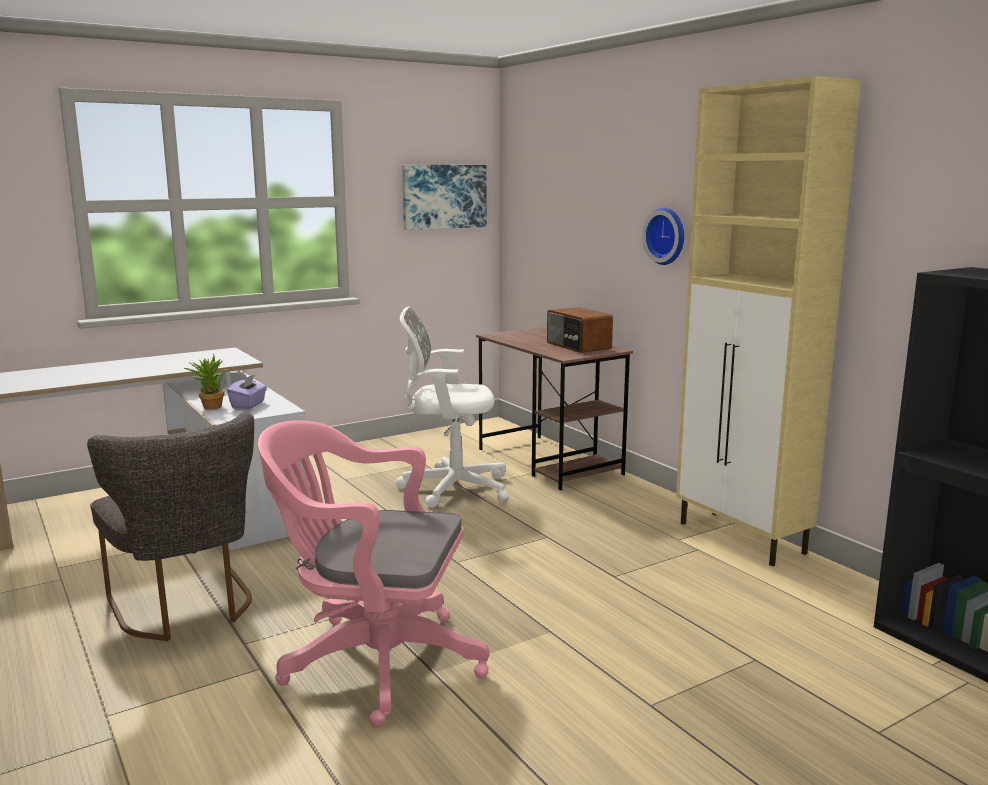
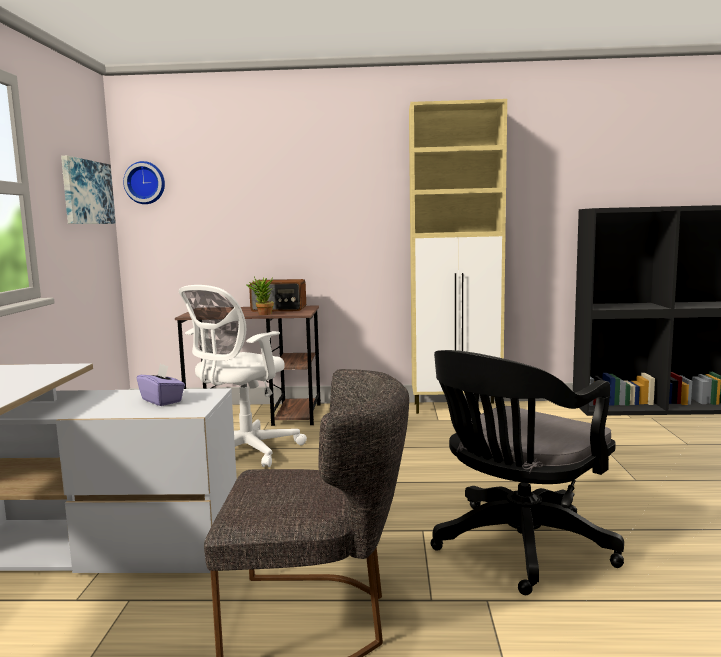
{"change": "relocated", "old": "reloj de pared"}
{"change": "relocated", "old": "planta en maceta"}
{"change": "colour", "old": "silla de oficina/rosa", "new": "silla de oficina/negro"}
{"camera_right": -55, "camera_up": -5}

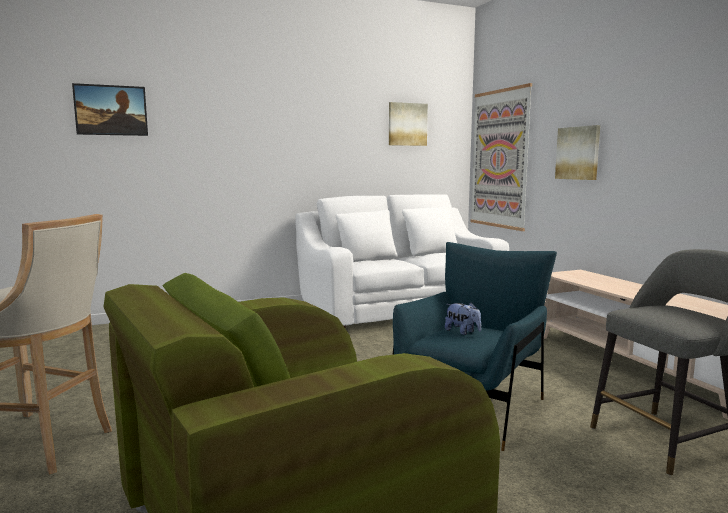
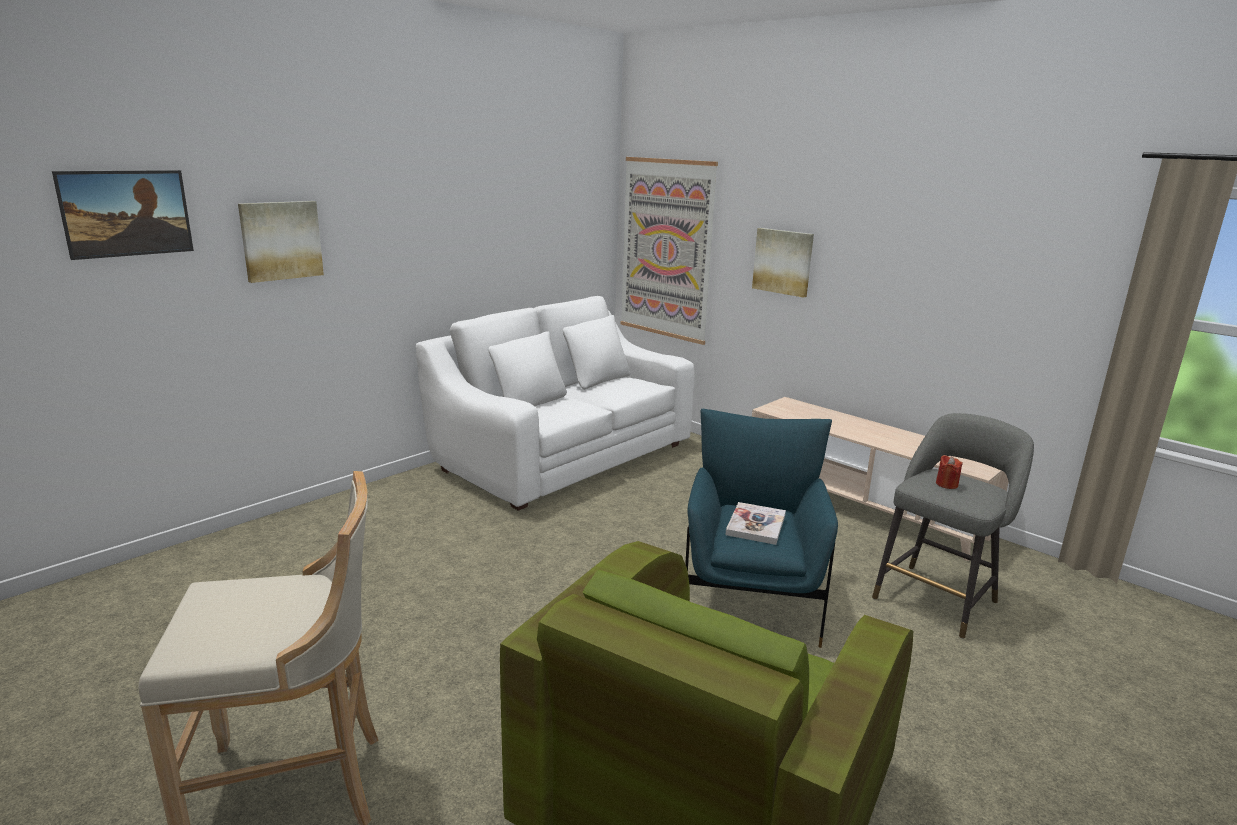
{"change": "relocated", "old": "cuadro (no. 2 from left)"}
{"change": "exchanged", "old": "peluche", "new": "libro"}
{"change": "appeared", "new": "vela/rojo"}
{"camera_right": -25, "camera_up": 10}

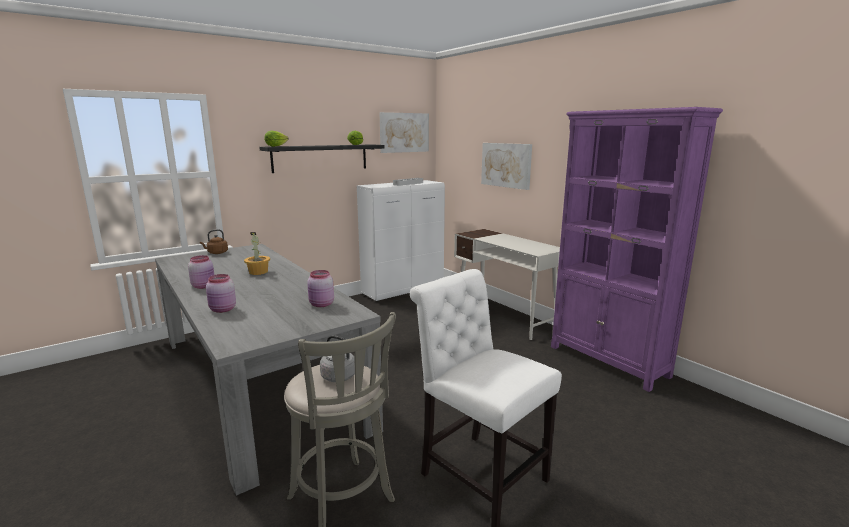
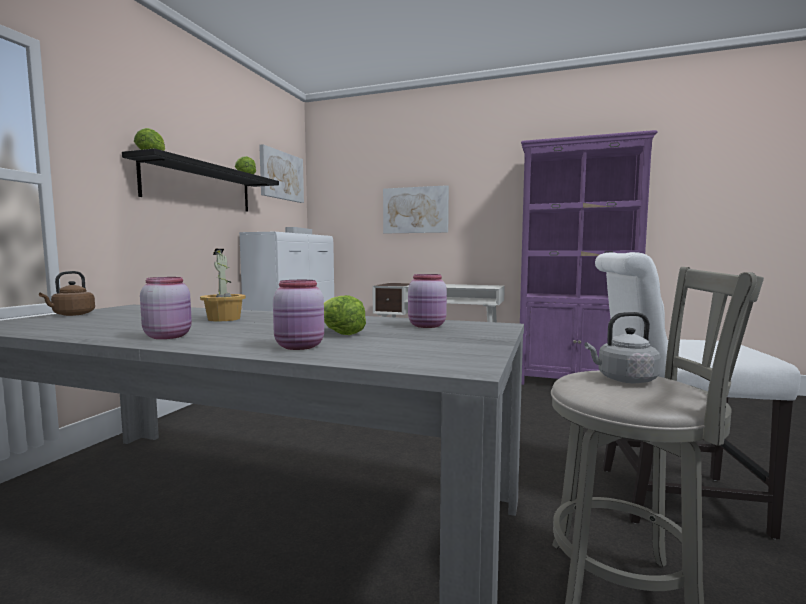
{"change": "appeared", "new": "lechuga (no. 3 from left)"}
{"camera_right": -35, "camera_up": -10}

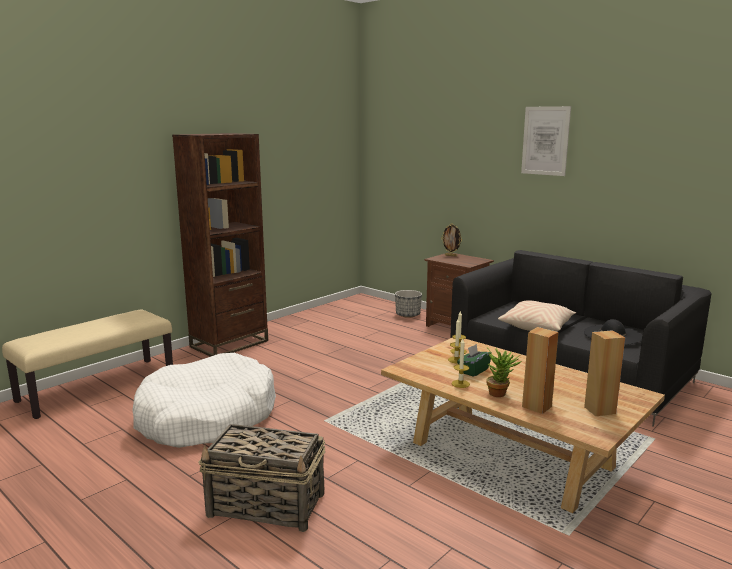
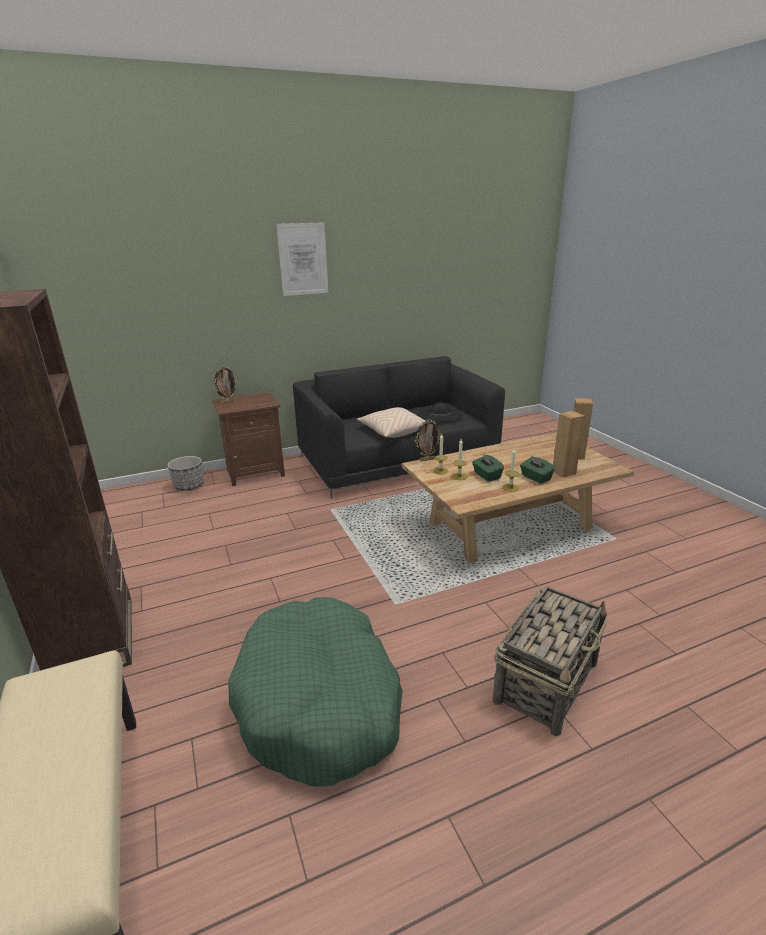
{"change": "colour", "old": "cama para perro/blanco", "new": "cama para perro/verde"}
{"change": "appeared", "new": "portarretratos (no. 2 from left)"}
{"change": "exchanged", "old": "planta en maceta", "new": "caja de pañuelos/verde (no. 2 from left)"}
{"camera_right": -65, "camera_up": 10}

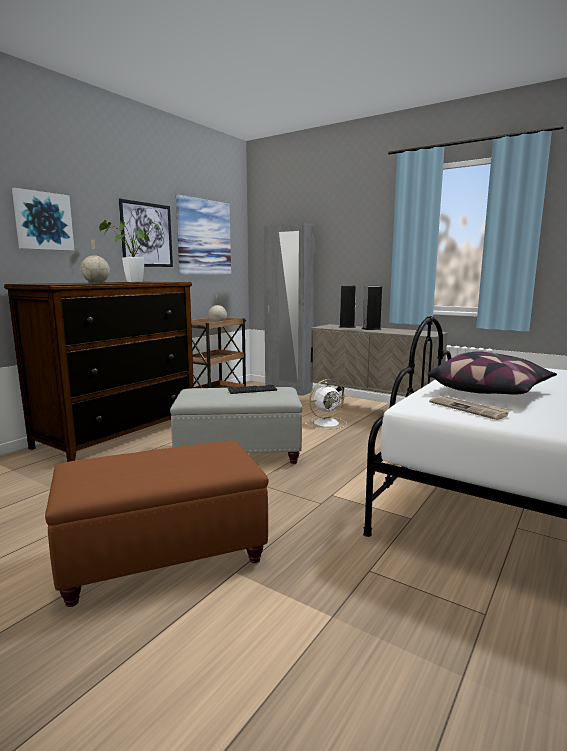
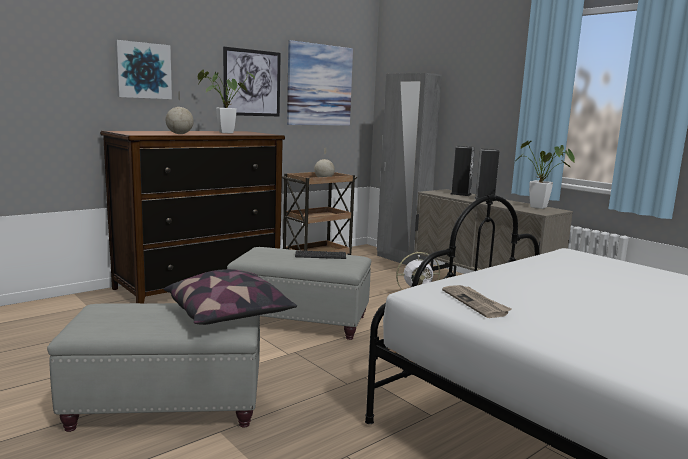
{"change": "colour", "old": "puf/marrón", "new": "puf/gris (no. 1 from left)"}
{"change": "relocated", "old": "cojín"}
{"change": "appeared", "new": "planta en maceta (no. 2 from left)"}
{"camera_right": 15, "camera_up": 0}

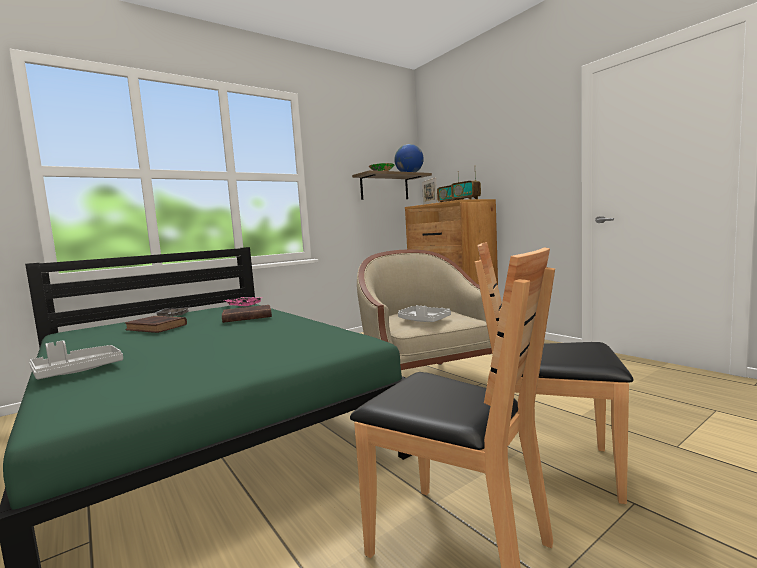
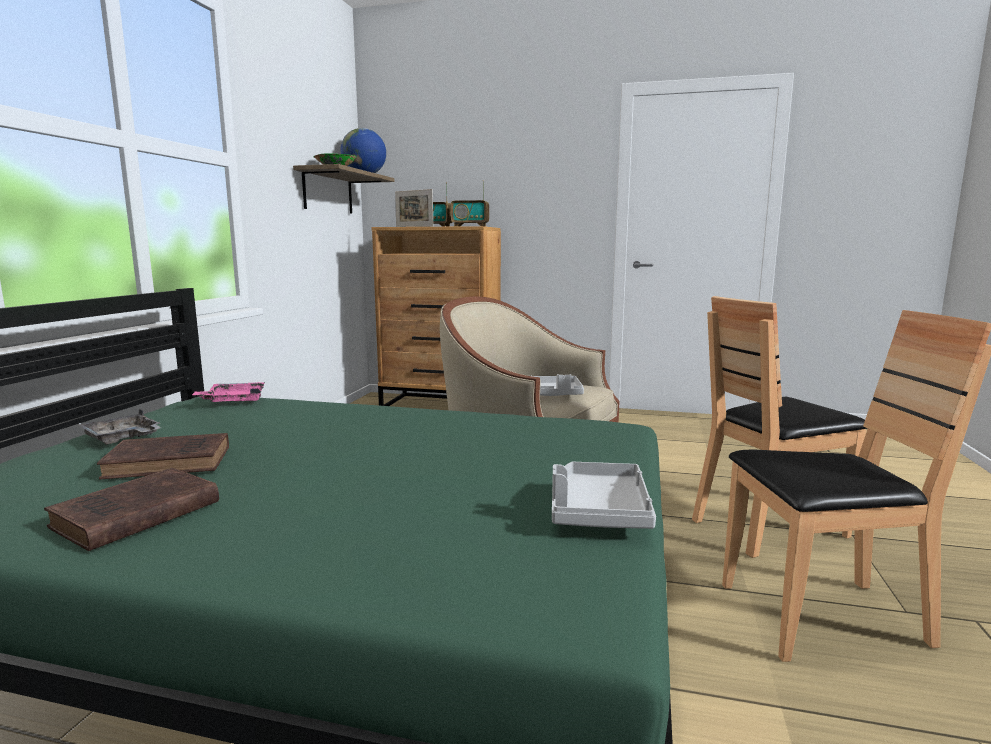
{"change": "relocated", "old": "libro/marrón (no. 2 from left in the first image)", "new": "libro/marrón (no. 1 from left)"}
{"change": "relocated", "old": "bandeja/gris (no. 1 from left in the first image)", "new": "bandeja/gris (no. 3 from left)"}
{"camera_right": -40, "camera_up": 5}

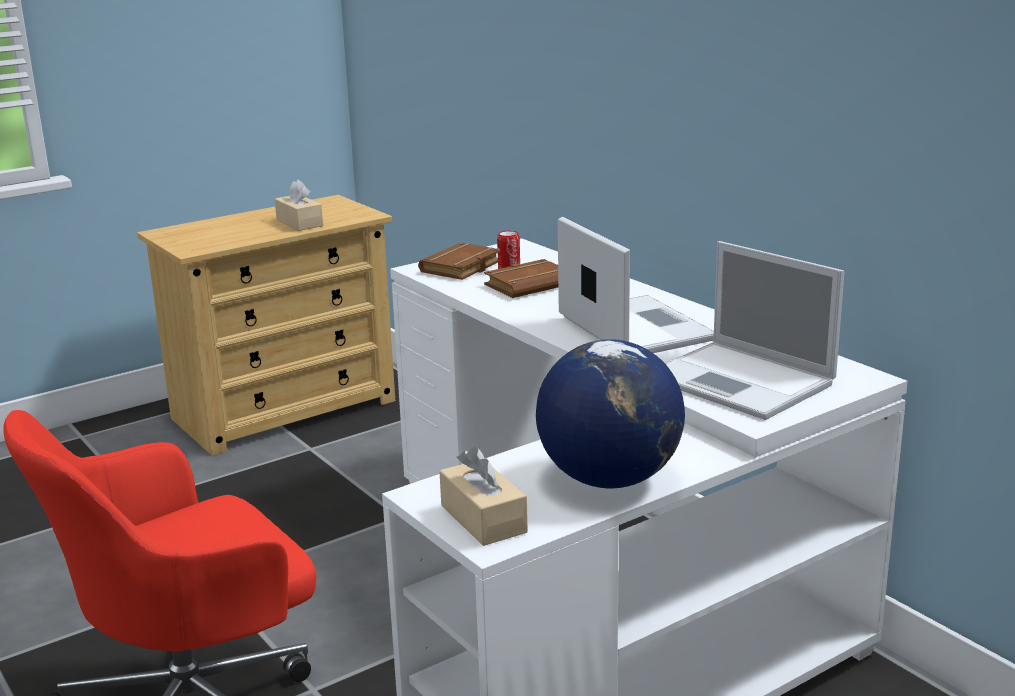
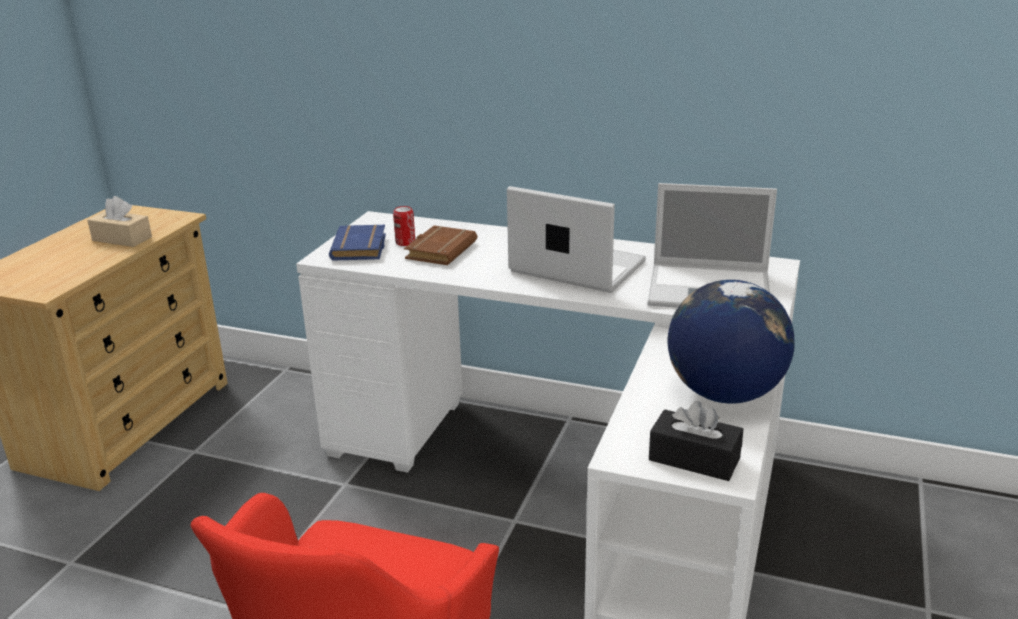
{"change": "colour", "old": "libro/marrón (no. 1 from left)", "new": "libro/azul"}
{"change": "colour", "old": "caja de pañuelos/beis (no. 2 from left)", "new": "caja de pañuelos/negro"}
{"camera_right": -35, "camera_up": 5}

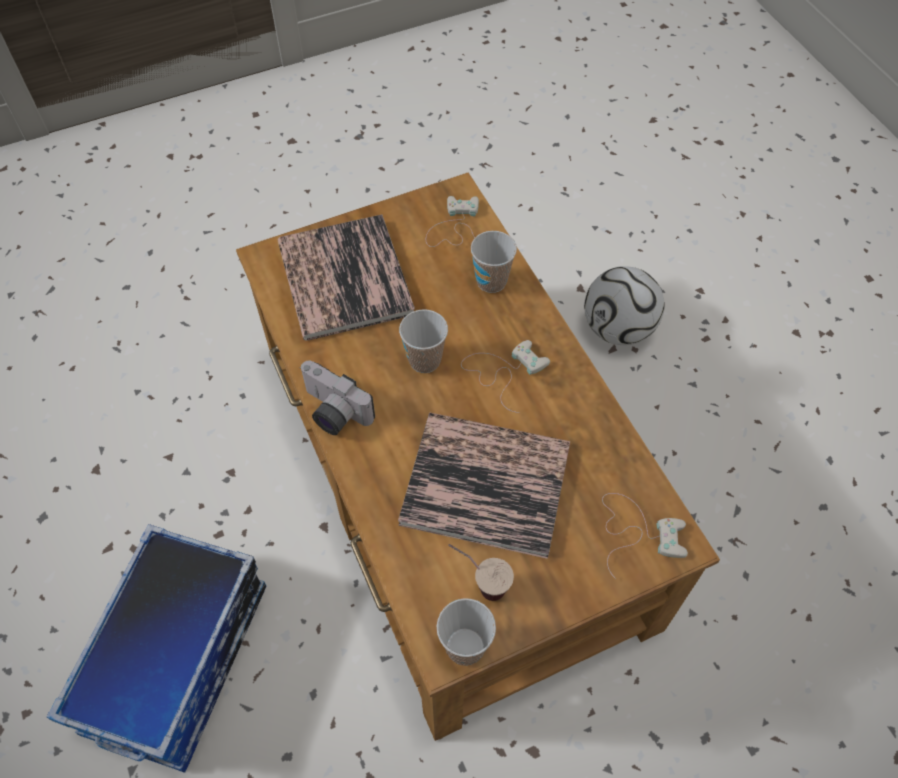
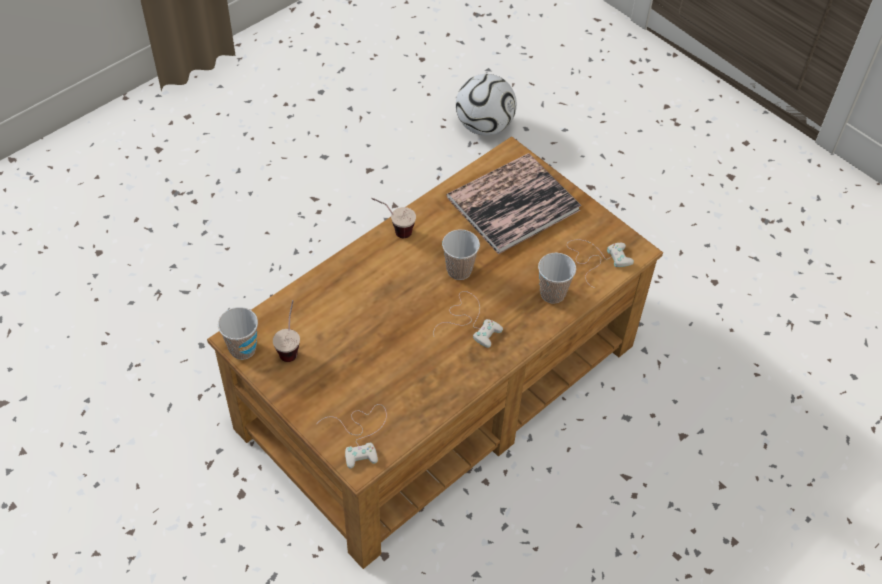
{"change": "exchanged", "old": "cámara", "new": "taza (no. 3 from left)"}
{"change": "relocated", "old": "balón de fútbol"}
{"change": "missing", "old": "caja de almacenaje"}
{"change": "missing", "old": "libro (no. 2 from left)"}
{"camera_right": 70, "camera_up": -5}

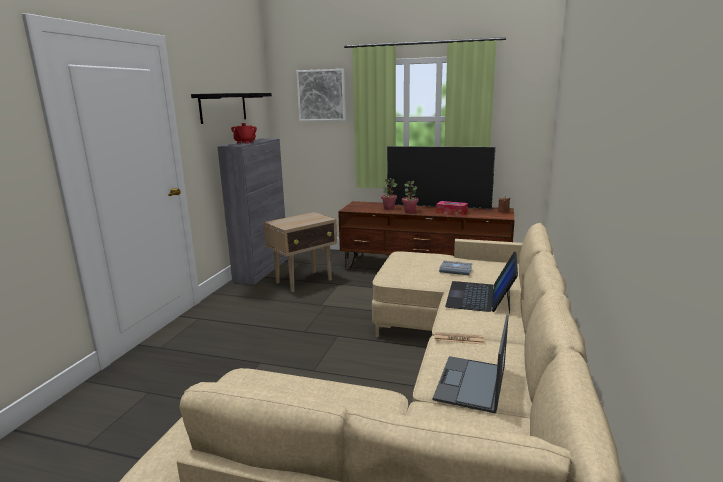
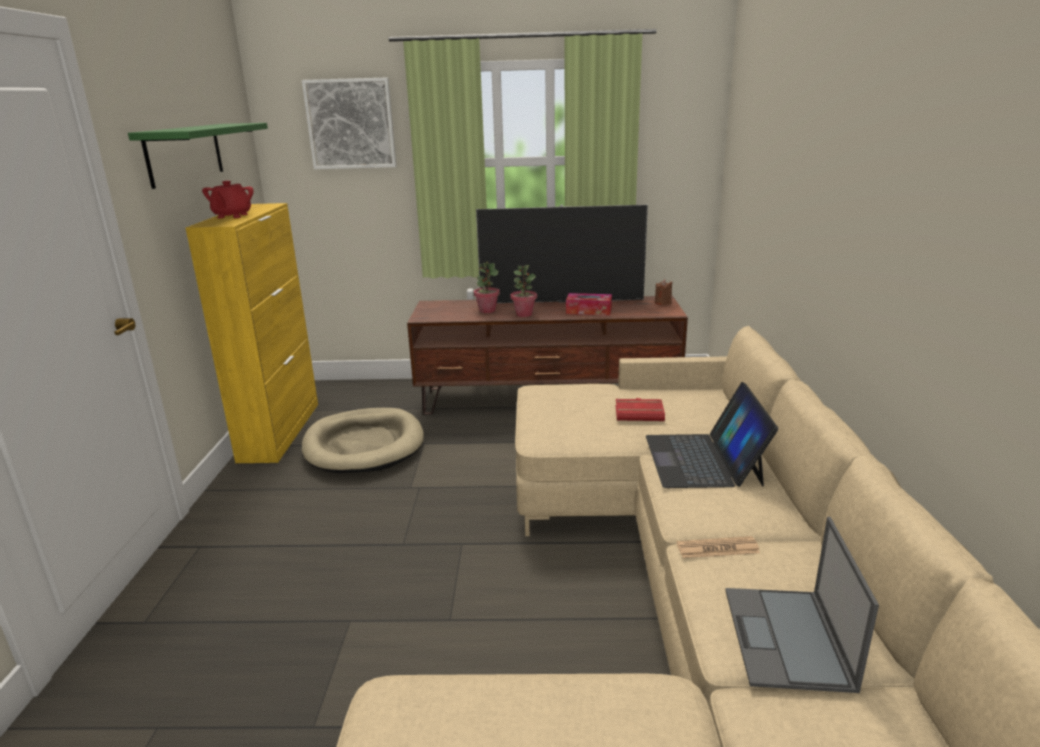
{"change": "colour", "old": "estante/negro", "new": "estante/verde"}
{"change": "colour", "old": "armario/gris", "new": "armario/amarillo"}
{"change": "exchanged", "old": "mesa auxiliar/beis", "new": "cama para perro/beis"}
{"change": "colour", "old": "libro/gris", "new": "libro/rojo"}
{"camera_right": -15, "camera_up": 5}

